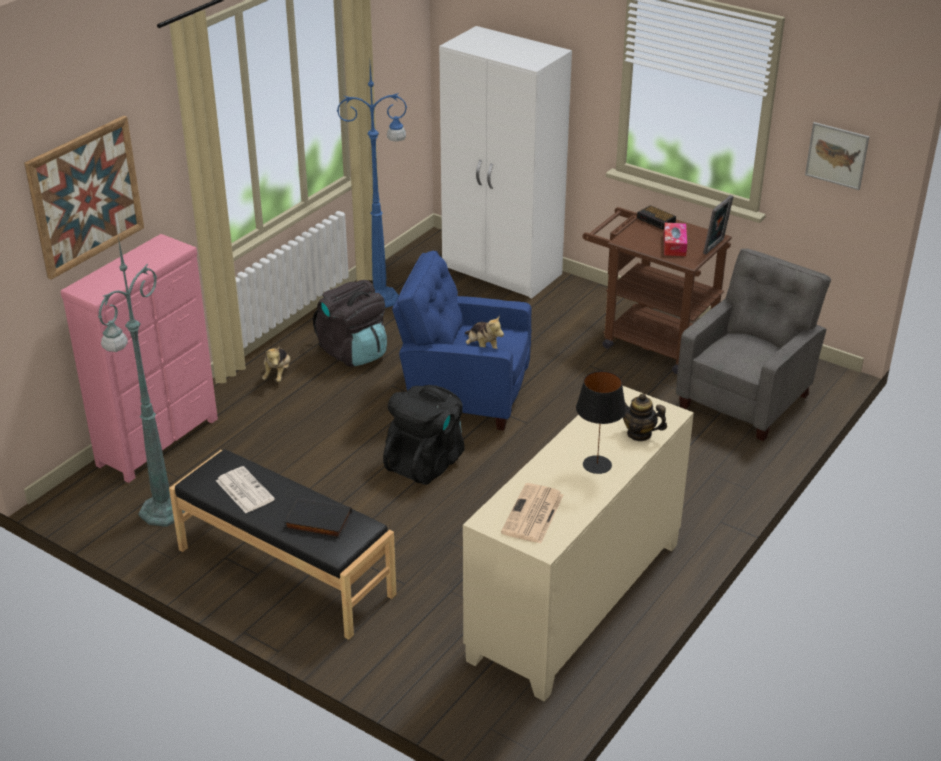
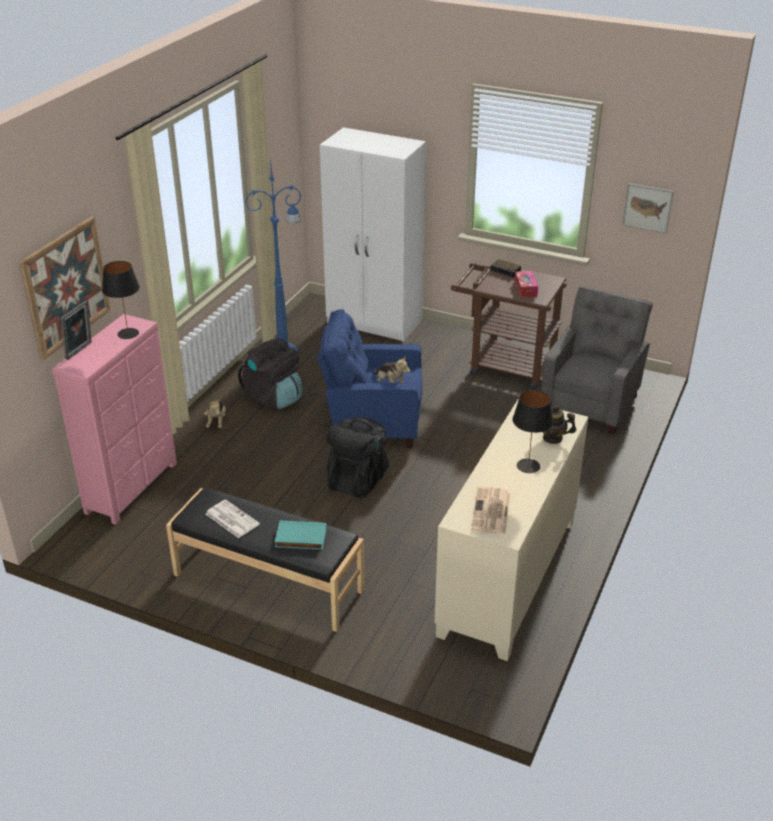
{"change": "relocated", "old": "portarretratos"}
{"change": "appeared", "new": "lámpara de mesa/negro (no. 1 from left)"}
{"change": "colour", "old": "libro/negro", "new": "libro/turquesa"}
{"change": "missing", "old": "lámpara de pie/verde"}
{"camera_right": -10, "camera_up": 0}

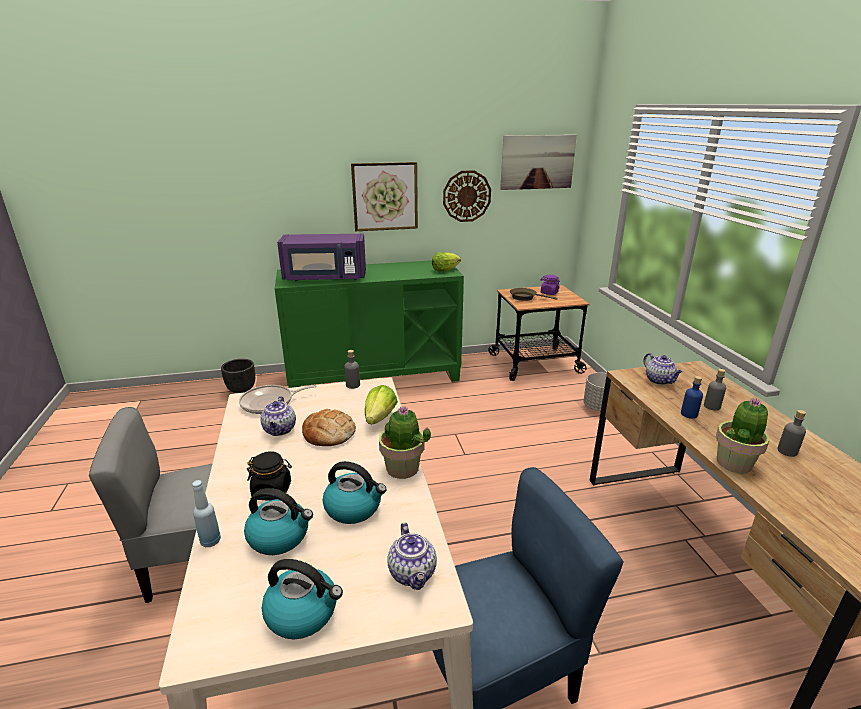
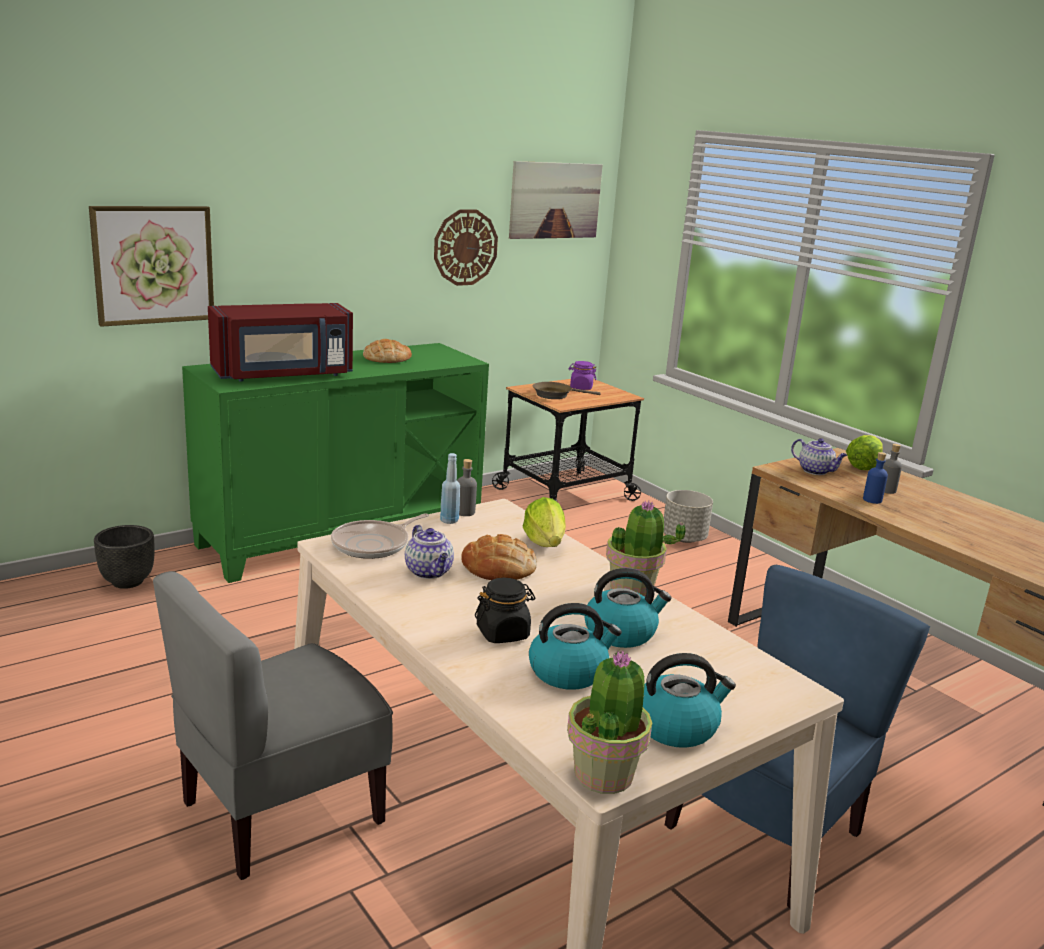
{"change": "relocated", "old": "cuadro (no. 1 from left)"}
{"change": "colour", "old": "microondas/morado", "new": "microondas/rojo"}
{"change": "appeared", "new": "pan (no. 1 from left)"}
{"change": "relocated", "old": "botella/azul (no. 1 from left)"}
{"change": "relocated", "old": "planta en maceta (no. 2 from left in the first image)", "new": "planta en maceta (no. 1 from left)"}
{"change": "relocated", "old": "lechuga (no. 2 from left)"}
{"change": "missing", "old": "tetera (no. 2 from left)"}
{"change": "missing", "old": "botella/gris (no. 3 from left)"}
{"camera_right": -25, "camera_up": -5}

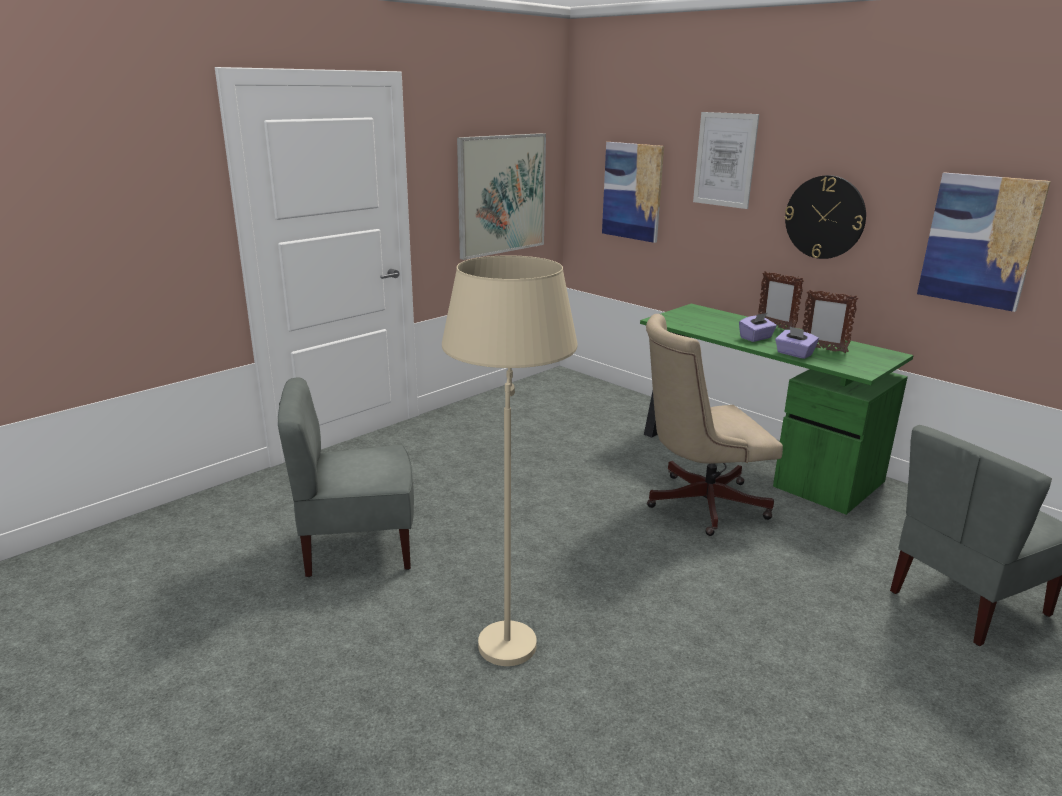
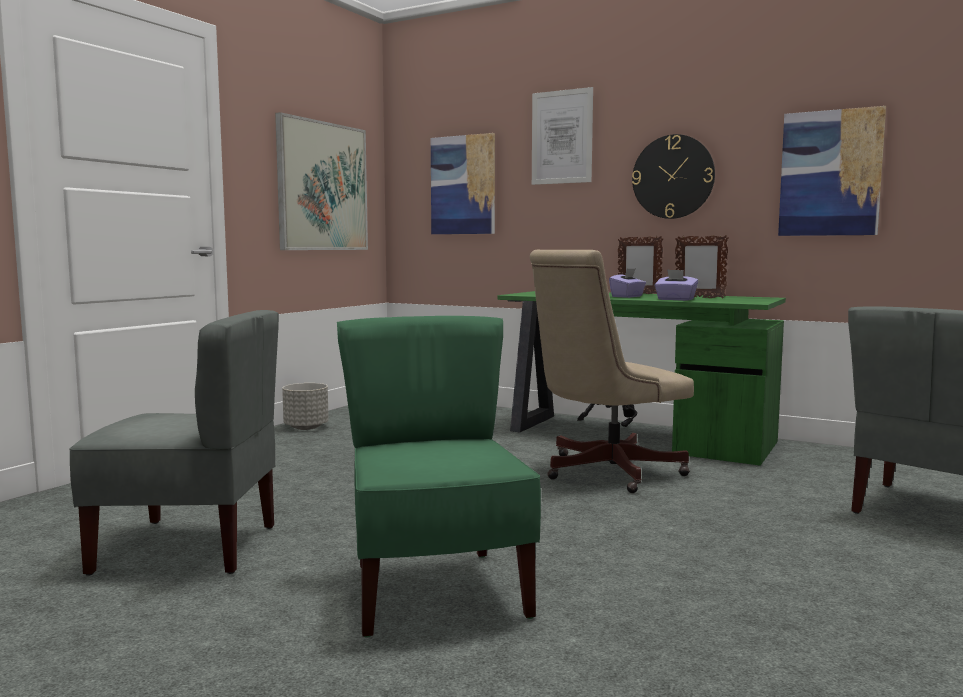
{"change": "spun", "old": "silla/gris (no. 1 from left)", "degrees": -150}
{"change": "appeared", "new": "maceta/gris"}
{"change": "exchanged", "old": "lámpara de pie/beis", "new": "silla/verde"}
{"camera_right": -15, "camera_up": -15}

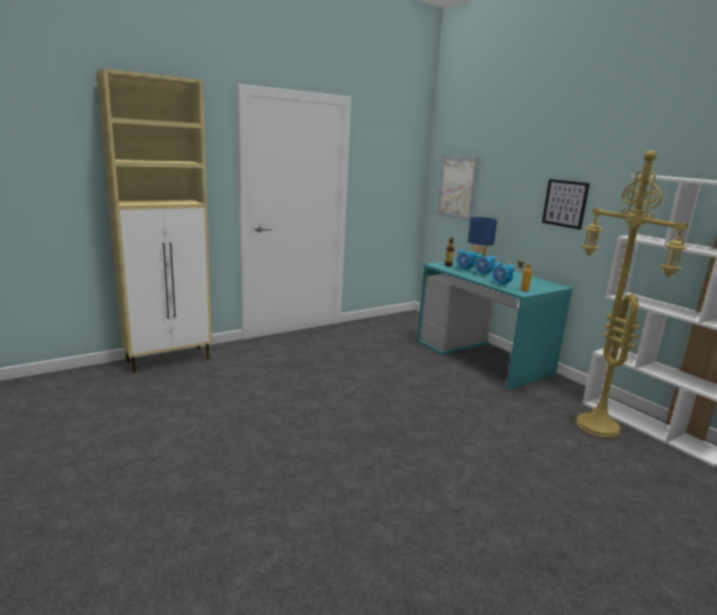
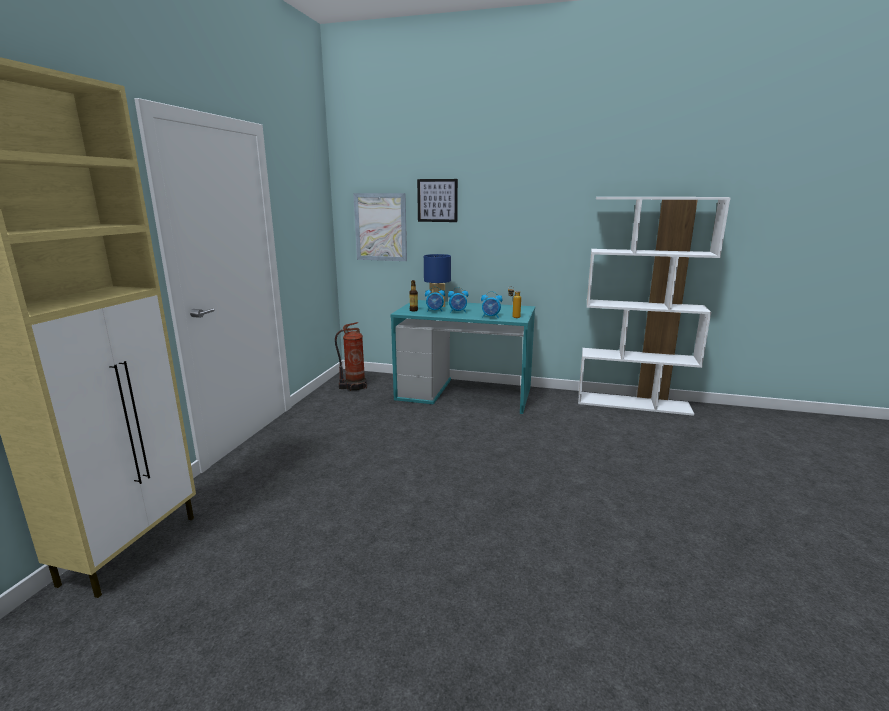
{"change": "appeared", "new": "extintor"}
{"change": "relocated", "old": "cuadro (no. 2 from left)"}
{"change": "missing", "old": "lámpara de pie/amarillo"}
{"camera_right": -40, "camera_up": 0}

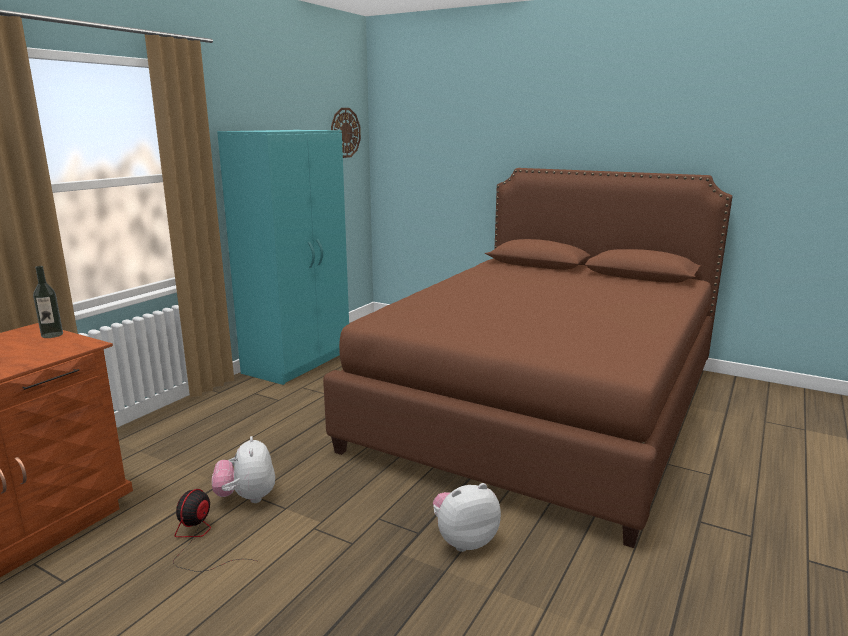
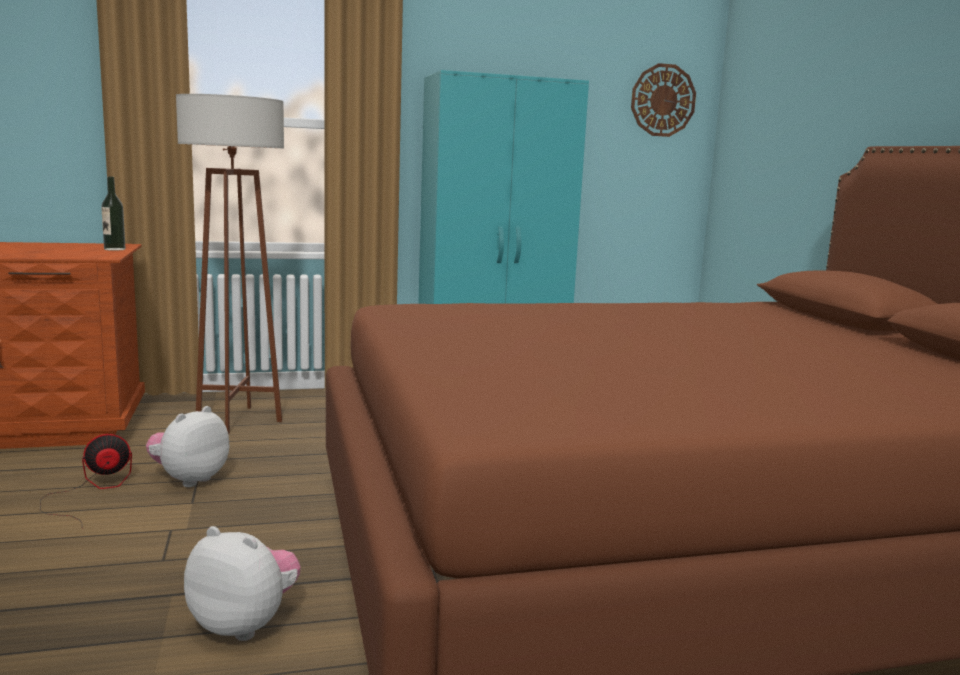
{"change": "appeared", "new": "lámpara de pie/marrón"}
{"camera_right": 45, "camera_up": -5}

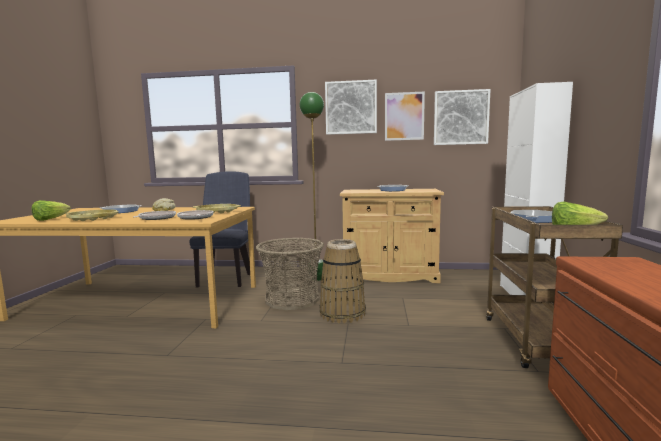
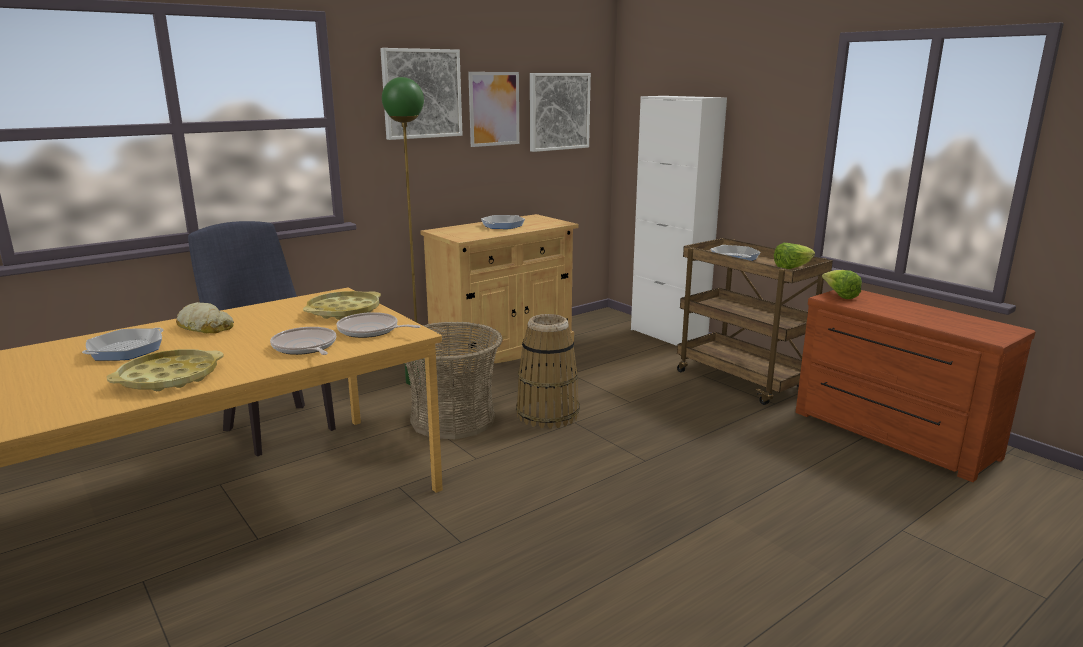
{"change": "relocated", "old": "lechuga (no. 1 from left in the first image)", "new": "lechuga (no. 2 from left)"}
{"camera_right": -45, "camera_up": 10}

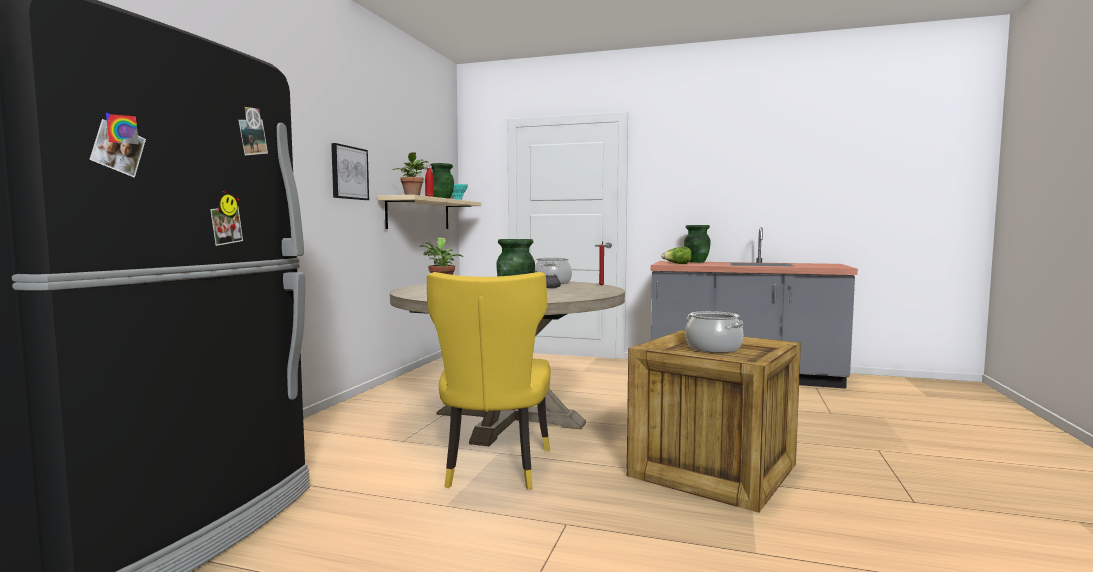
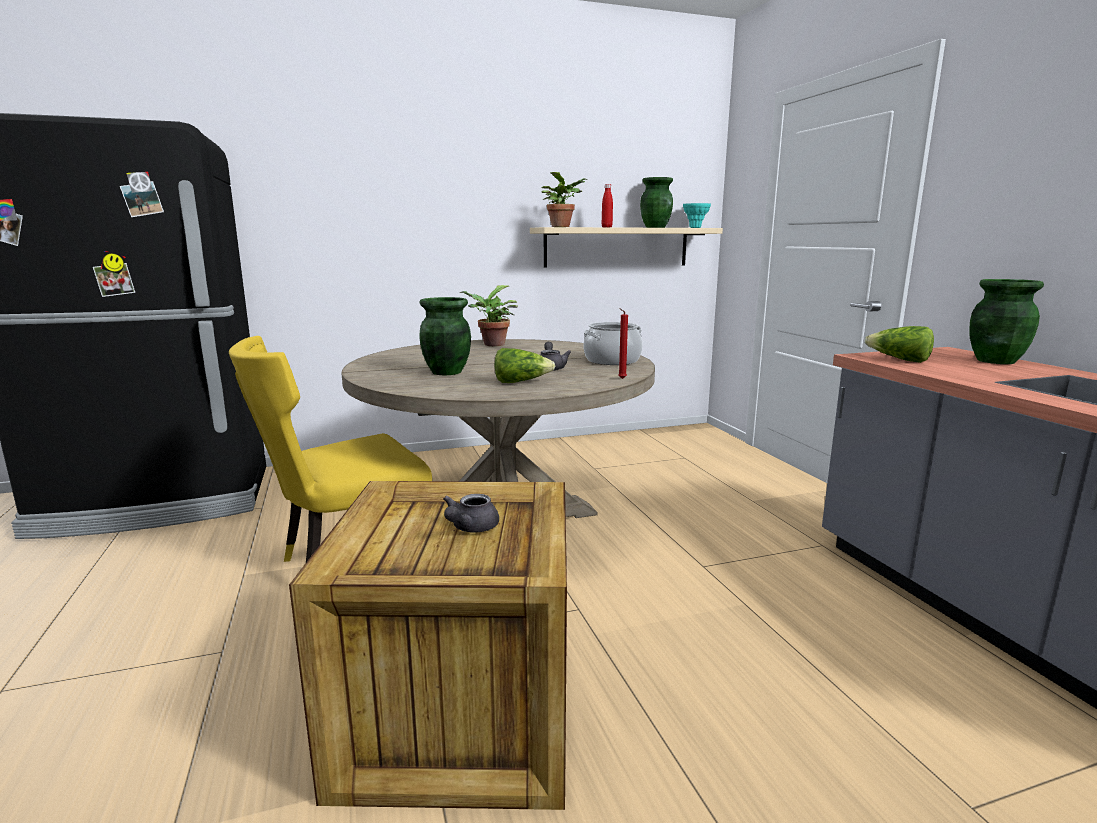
{"change": "exchanged", "old": "olla (no. 2 from left)", "new": "tetera/gris (no. 1 from left)"}
{"change": "appeared", "new": "lechuga (no. 1 from left)"}
{"change": "missing", "old": "cuadro"}
{"camera_right": 55, "camera_up": 10}

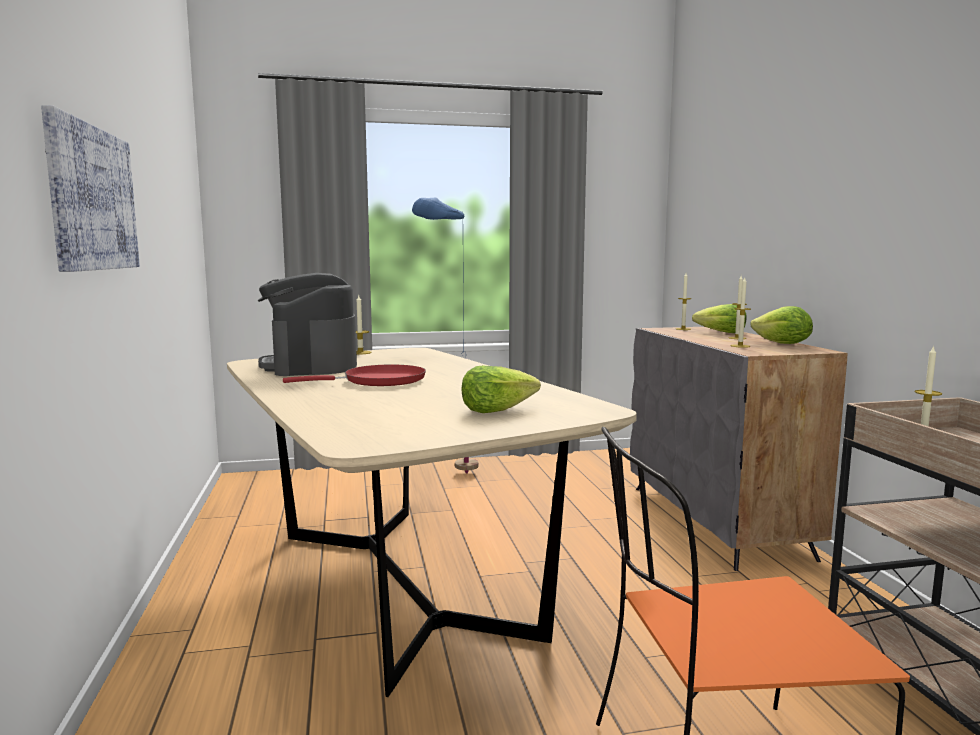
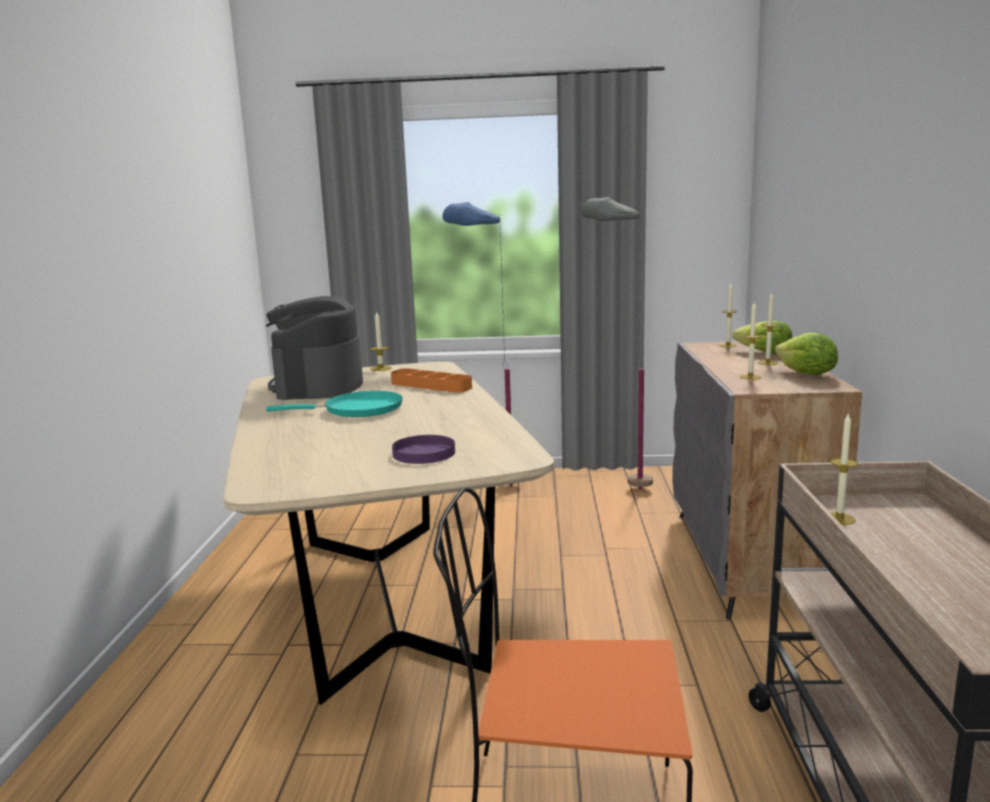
{"change": "colour", "old": "sartén/rojo", "new": "sartén/turquesa"}
{"change": "appeared", "new": "bandeja/naranja"}
{"change": "exchanged", "old": "lechuga (no. 1 from left)", "new": "plato/morado"}
{"change": "appeared", "new": "lámpara de pie/gris"}
{"change": "missing", "old": "cuadro"}
{"camera_right": 15, "camera_up": 5}

